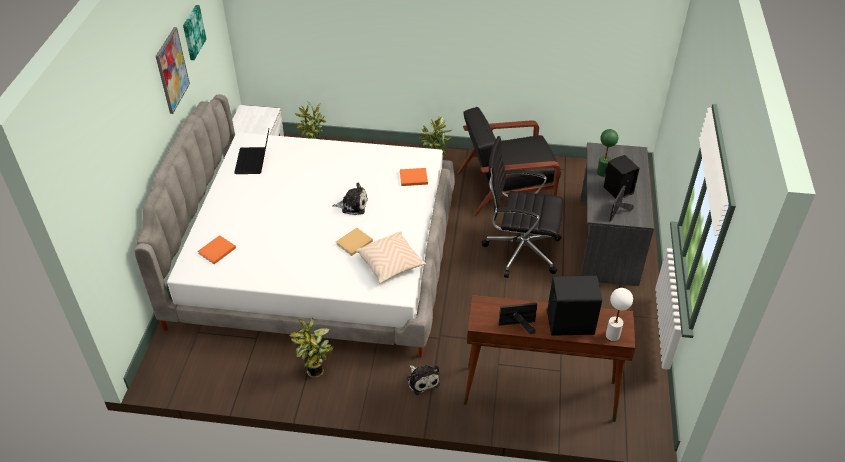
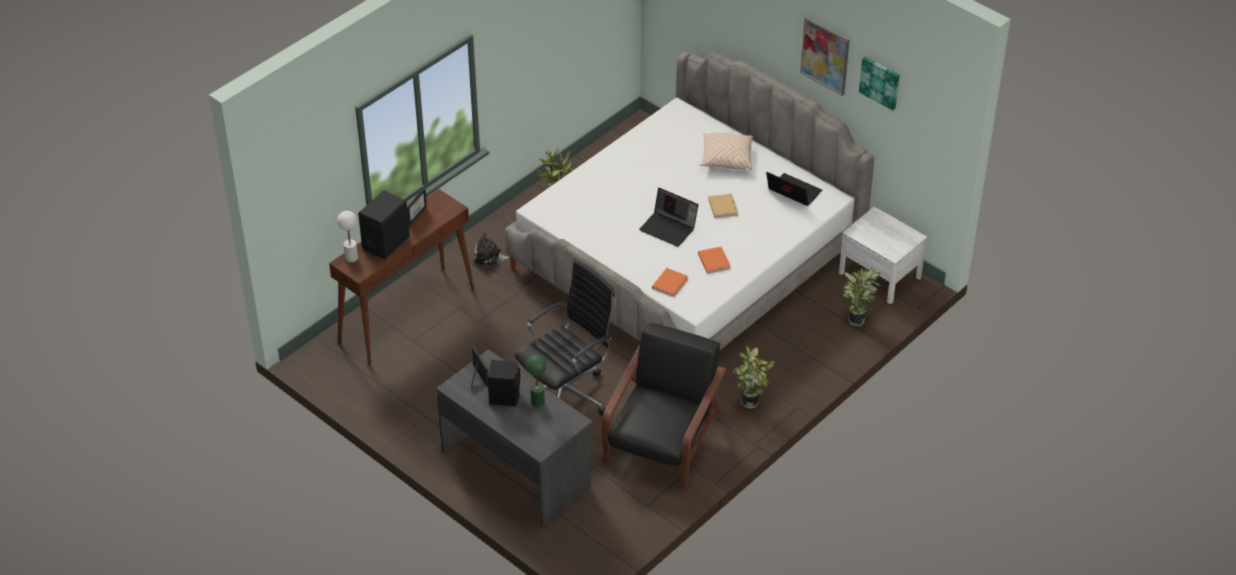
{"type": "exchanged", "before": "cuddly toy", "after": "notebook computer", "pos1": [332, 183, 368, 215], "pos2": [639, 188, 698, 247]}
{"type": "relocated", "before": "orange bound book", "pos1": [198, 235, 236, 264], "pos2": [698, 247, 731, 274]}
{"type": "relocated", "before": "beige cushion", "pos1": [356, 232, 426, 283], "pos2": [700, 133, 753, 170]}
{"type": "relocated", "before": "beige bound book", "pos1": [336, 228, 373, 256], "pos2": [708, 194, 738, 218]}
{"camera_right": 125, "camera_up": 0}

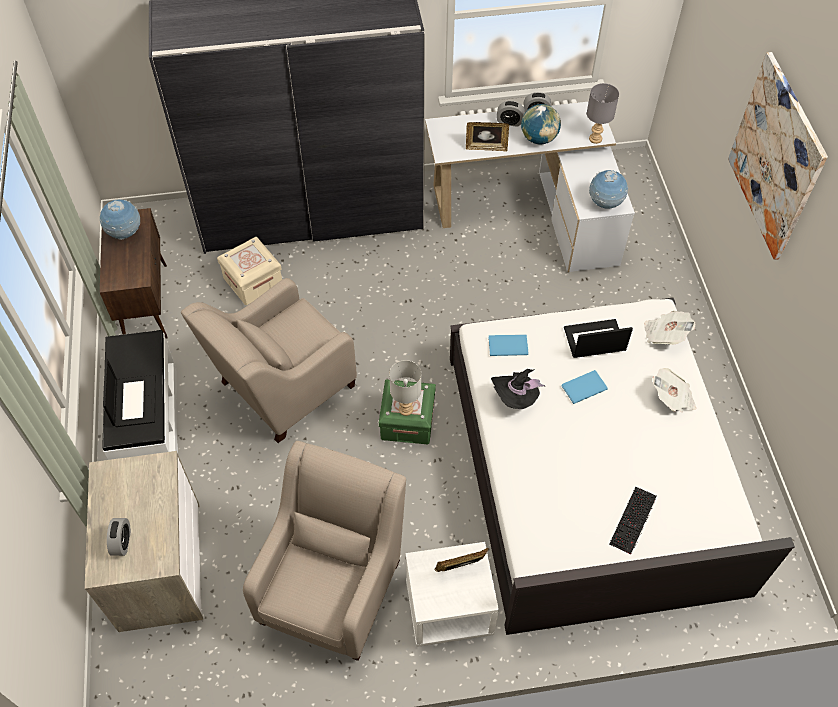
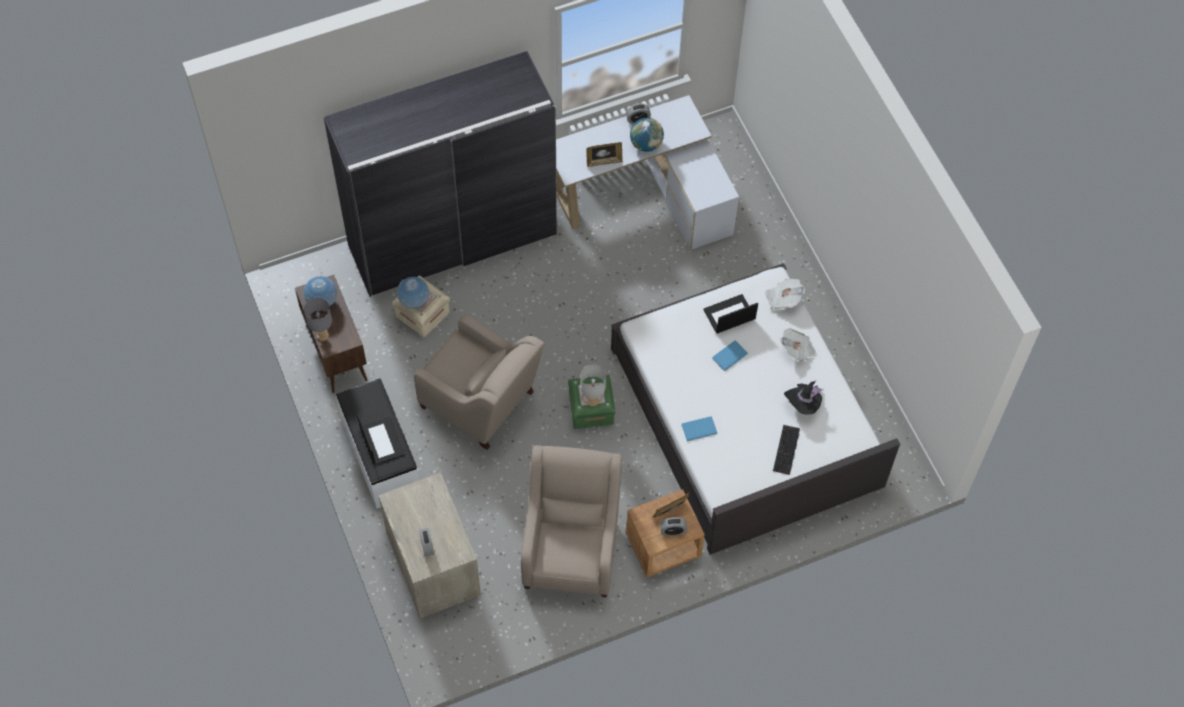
{"type": "relocated", "before": "greyish tabletop lamp", "pos1": [587, 83, 619, 144], "pos2": [304, 298, 332, 341]}
{"type": "relocated", "before": "world globe", "pos1": [589, 170, 628, 209], "pos2": [397, 277, 429, 309]}
{"type": "spun", "before": "beige lounge chair", "pos1": [181, 278, 357, 443], "pos2": [414, 315, 544, 450], "turn": -90}
{"type": "colour", "before": "white-coloured bedside table", "after": "brownish bedside table", "pos1": [405, 542, 499, 647], "pos2": [626, 489, 705, 577]}
{"type": "relocated", "before": "bedside clock", "pos1": [496, 101, 525, 127], "pos2": [660, 517, 687, 536]}
{"type": "relocated", "before": "blue bound book", "pos1": [488, 334, 529, 356], "pos2": [682, 416, 717, 441]}
{"type": "relocated", "before": "black-coloured wearable hat", "pos1": [491, 369, 546, 409], "pos2": [784, 381, 823, 414]}
{"type": "missing", "before": "picture", "pos1": [728, 52, 828, 260]}
{"camera_right": -15, "camera_up": 5}

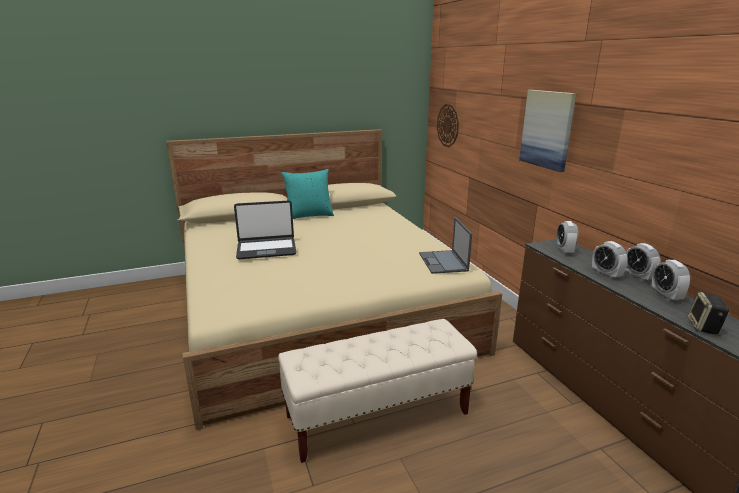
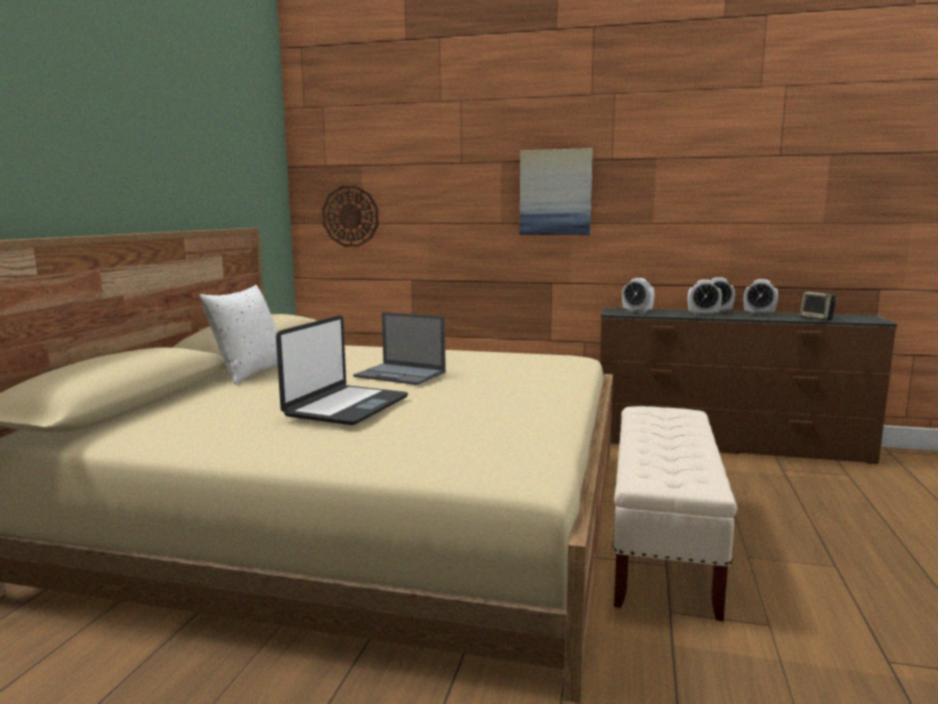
{"type": "colour", "before": "blue-green cushion", "after": "white-coloured cushion", "pos1": [281, 169, 334, 219], "pos2": [200, 285, 278, 384]}
{"type": "relocated", "before": "notebook computer", "pos1": [419, 217, 472, 274], "pos2": [353, 312, 446, 385]}
{"camera_right": -55, "camera_up": -10}

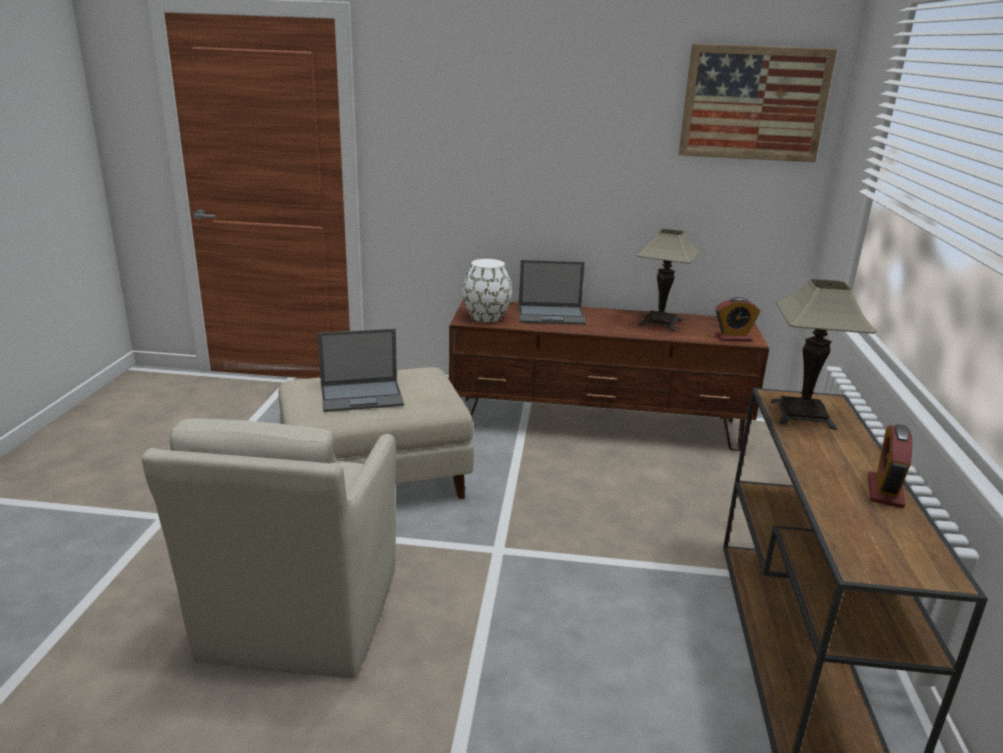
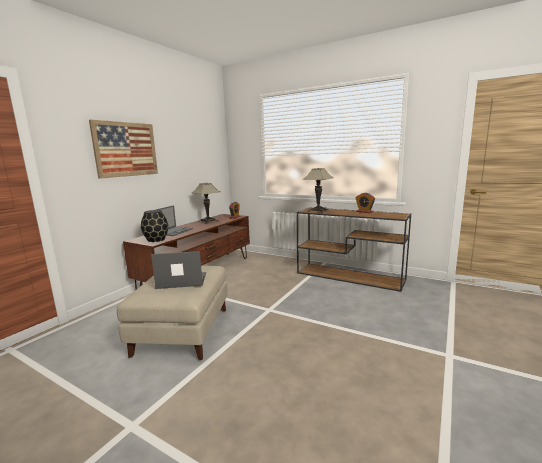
{"type": "relocated", "before": "picture", "pos1": [678, 43, 837, 162], "pos2": [89, 119, 158, 179]}
{"type": "colour", "before": "white-coloured decorative vase", "after": "black-coloured decorative vase", "pos1": [462, 259, 512, 323], "pos2": [141, 210, 168, 242]}
{"type": "spun", "before": "notebook computer", "pos1": [318, 329, 404, 412], "pos2": [151, 251, 206, 289], "turn": -105}
{"type": "missing", "before": "beige lounge chair", "pos1": [142, 418, 396, 679]}
{"camera_right": -65, "camera_up": -10}

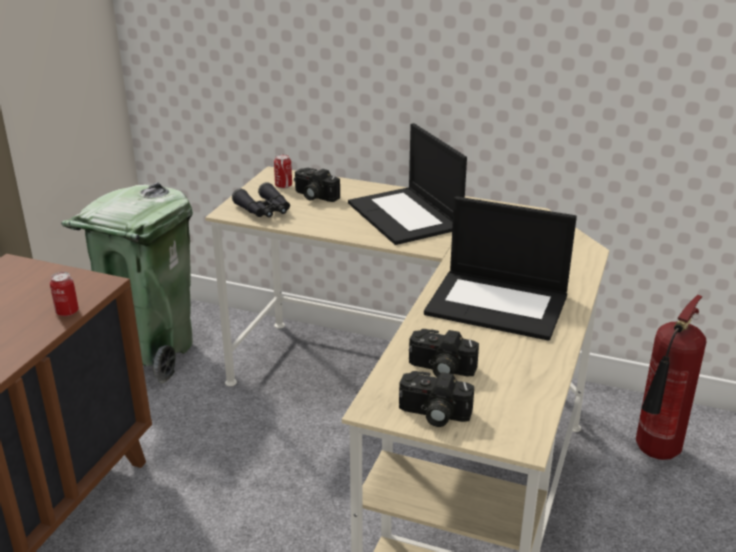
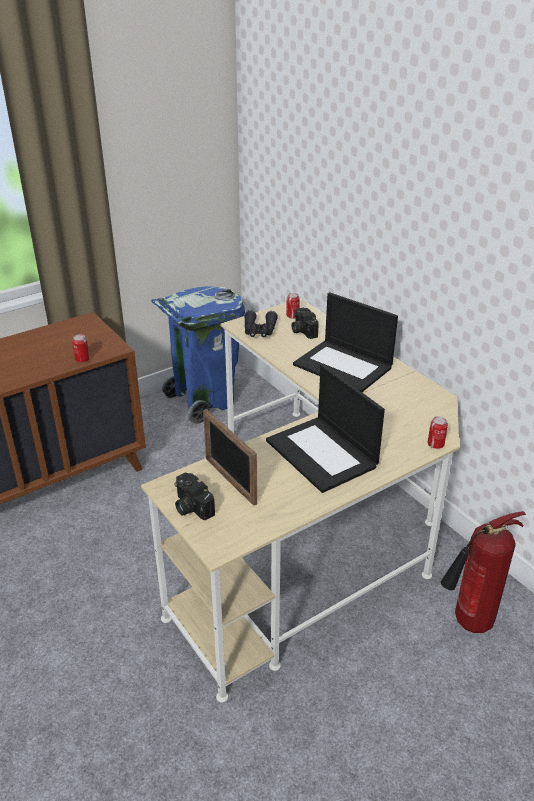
{"type": "colour", "before": "greenish rubbish bin", "after": "blue rubbish bin", "pos1": [61, 182, 193, 383], "pos2": [151, 286, 245, 425]}
{"type": "exchanged", "before": "photo camera", "after": "standing frame", "pos1": [409, 329, 479, 377], "pos2": [203, 409, 257, 506]}
{"type": "spun", "before": "notebook computer", "pos1": [348, 123, 467, 245], "pos2": [293, 292, 398, 392], "turn": -60}
{"type": "appeared", "after": "sealed can", "pos2": [428, 416, 448, 449]}
{"camera_right": 35, "camera_up": 5}

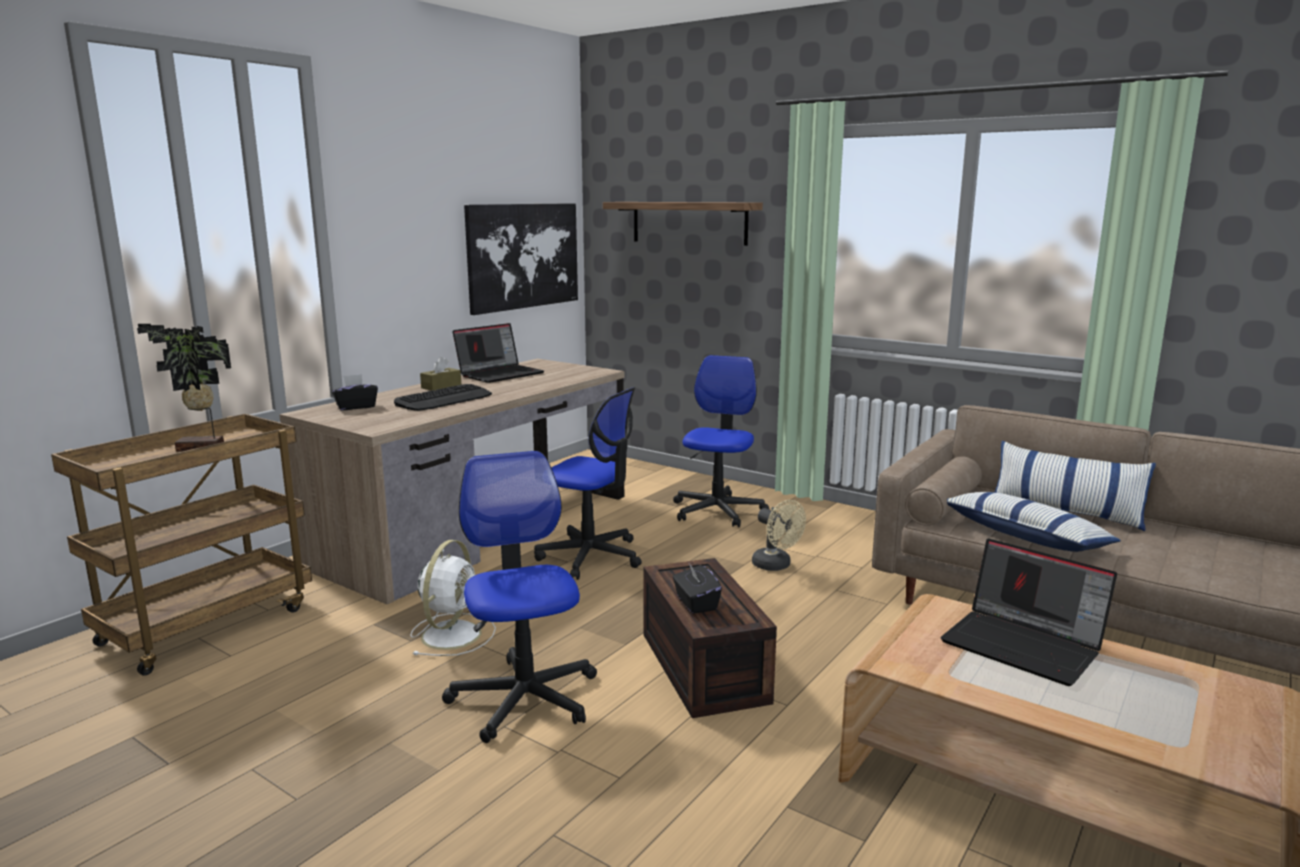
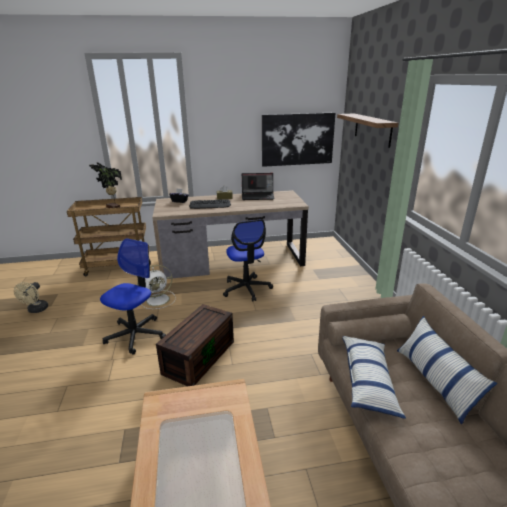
{"type": "relocated", "before": "beige electric fan", "pos1": [752, 500, 806, 571], "pos2": [14, 282, 48, 313]}
{"type": "missing", "before": "office chair", "pos1": [673, 355, 769, 527]}
{"type": "missing", "before": "black-coloured tissue holder", "pos1": [673, 564, 722, 614]}
{"type": "missing", "before": "notebook computer", "pos1": [941, 539, 1117, 686]}
{"camera_right": 45, "camera_up": 10}

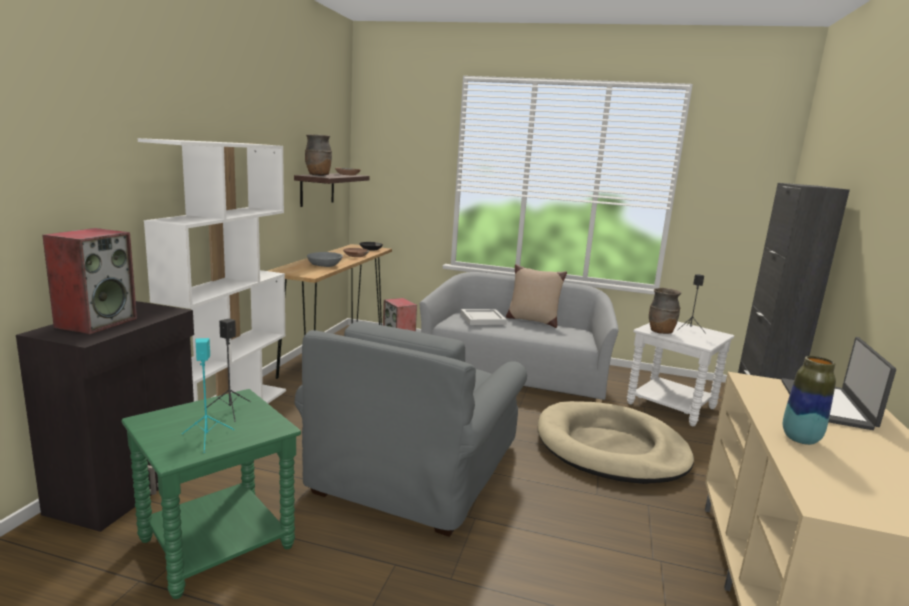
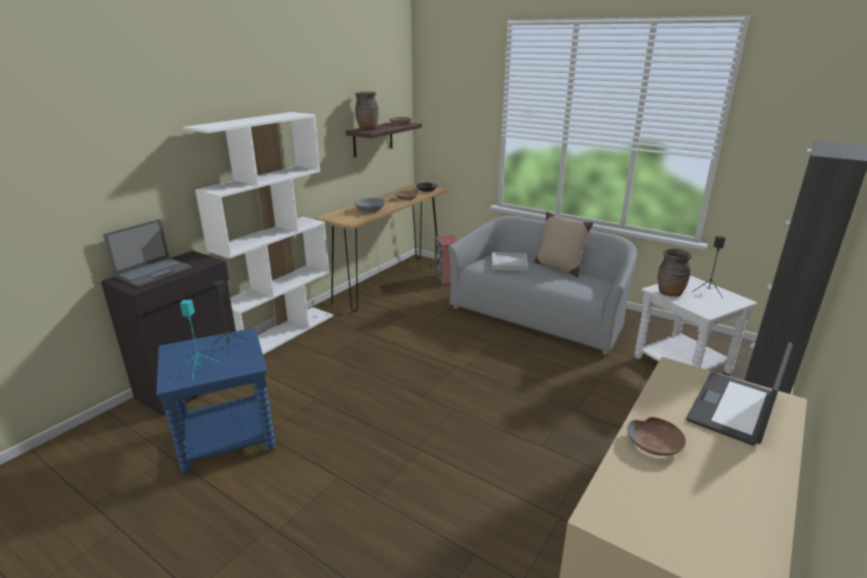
{"type": "exchanged", "before": "speaker", "after": "notebook computer", "pos1": [42, 228, 137, 334], "pos2": [103, 219, 192, 287]}
{"type": "colour", "before": "greenish accent table", "after": "blue accent table", "pos1": [121, 389, 301, 599], "pos2": [156, 328, 276, 474]}
{"type": "exchanged", "before": "decorative vase", "after": "brownish serving bowl", "pos1": [783, 356, 836, 445], "pos2": [627, 417, 686, 456]}
{"type": "missing", "before": "greyish lounge chair", "pos1": [294, 322, 527, 537]}
{"type": "missing", "before": "beige dog bed", "pos1": [538, 401, 694, 484]}
{"camera_right": 20, "camera_up": 10}

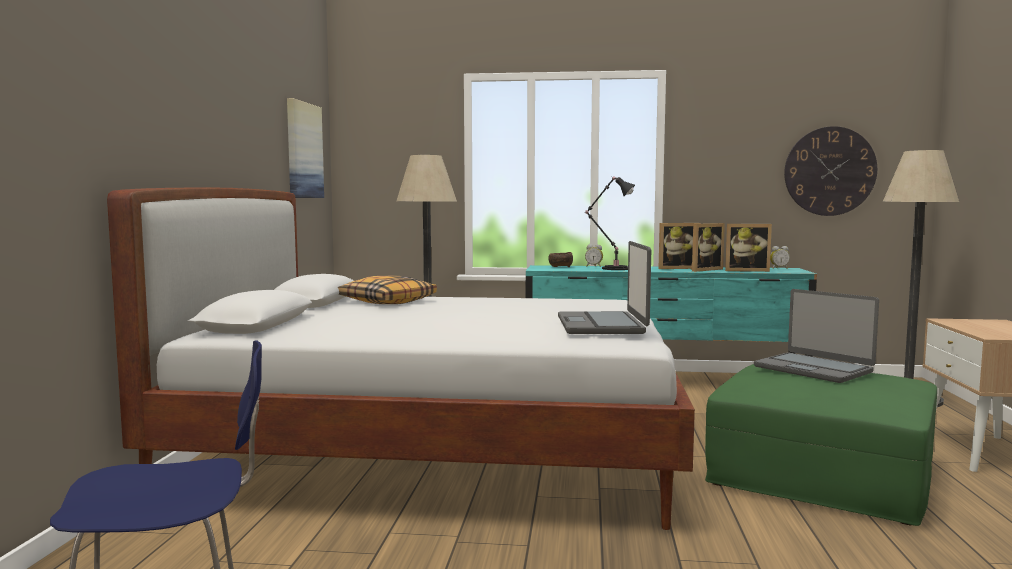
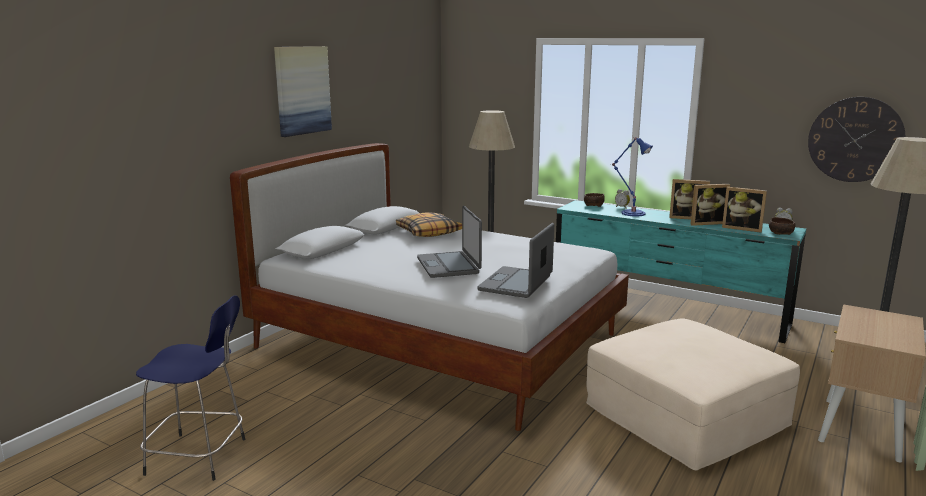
{"type": "relocated", "before": "picture", "pos1": [287, 98, 324, 198], "pos2": [274, 46, 332, 137]}
{"type": "relocated", "before": "notebook computer", "pos1": [754, 289, 879, 383], "pos2": [417, 206, 482, 278]}
{"type": "colour", "before": "greenish footrest", "after": "beige footrest", "pos1": [705, 364, 937, 526], "pos2": [586, 318, 800, 470]}
{"type": "colour", "before": "black-coloured tabletop lamp", "after": "blue tabletop lamp", "pos1": [585, 176, 635, 270], "pos2": [611, 137, 653, 217]}
{"type": "appeared", "after": "brownish serving bowl", "pos2": [769, 217, 796, 235]}
{"camera_right": 25, "camera_up": 10}

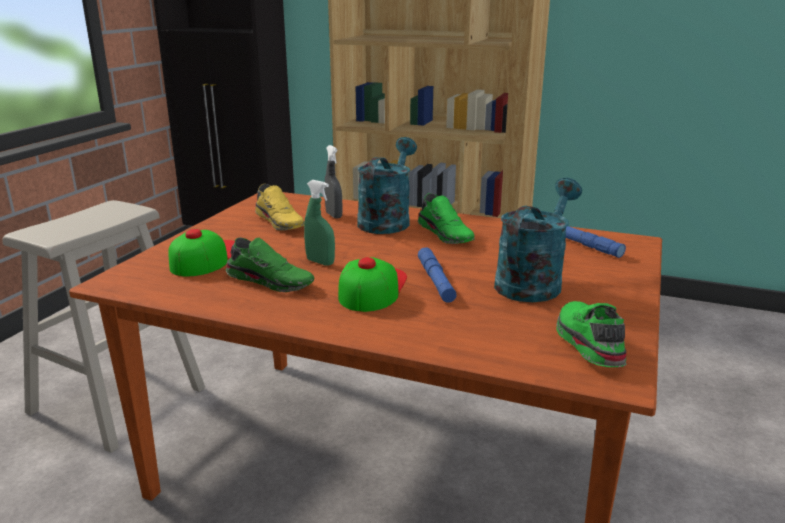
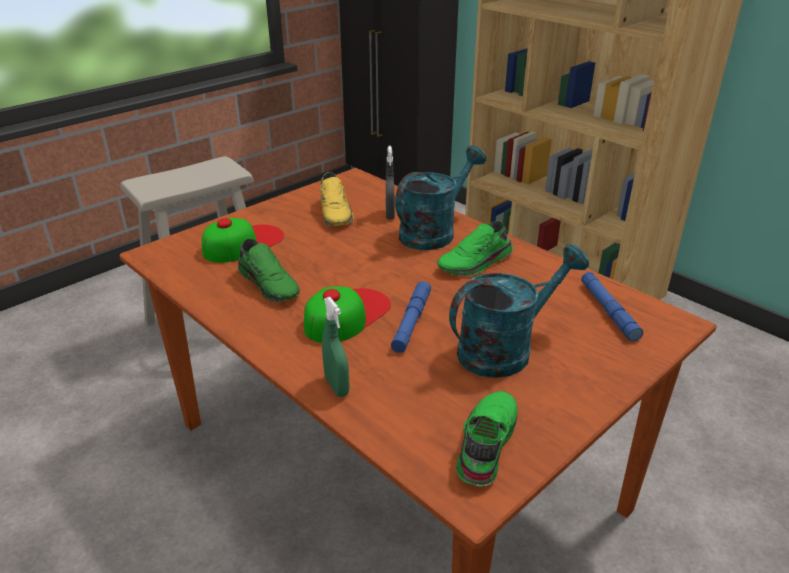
{"type": "relocated", "before": "greenish spray bottle", "pos1": [304, 180, 335, 266], "pos2": [322, 297, 350, 397]}
{"type": "spun", "before": "greenish shoe", "pos1": [418, 193, 475, 244], "pos2": [437, 221, 513, 276], "turn": 60}
{"camera_right": 25, "camera_up": 10}

